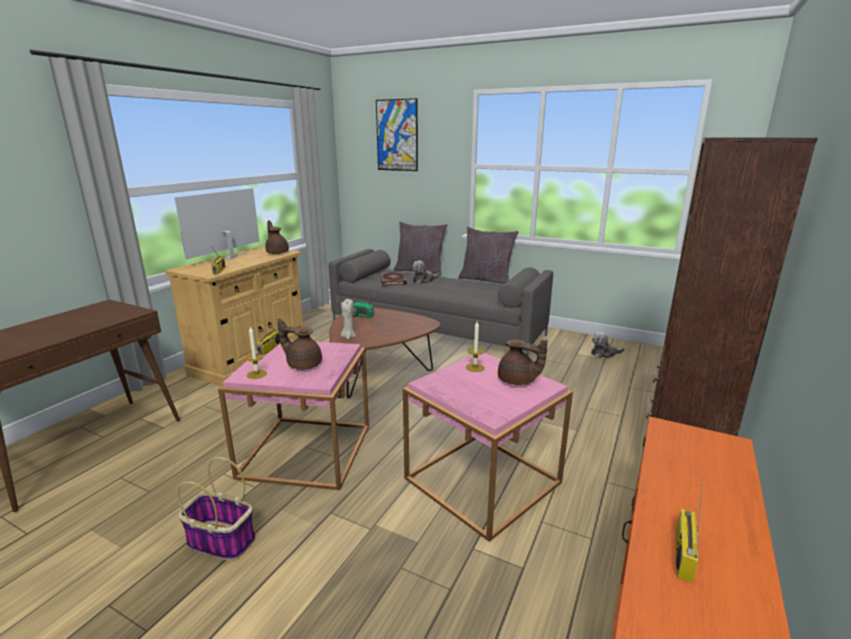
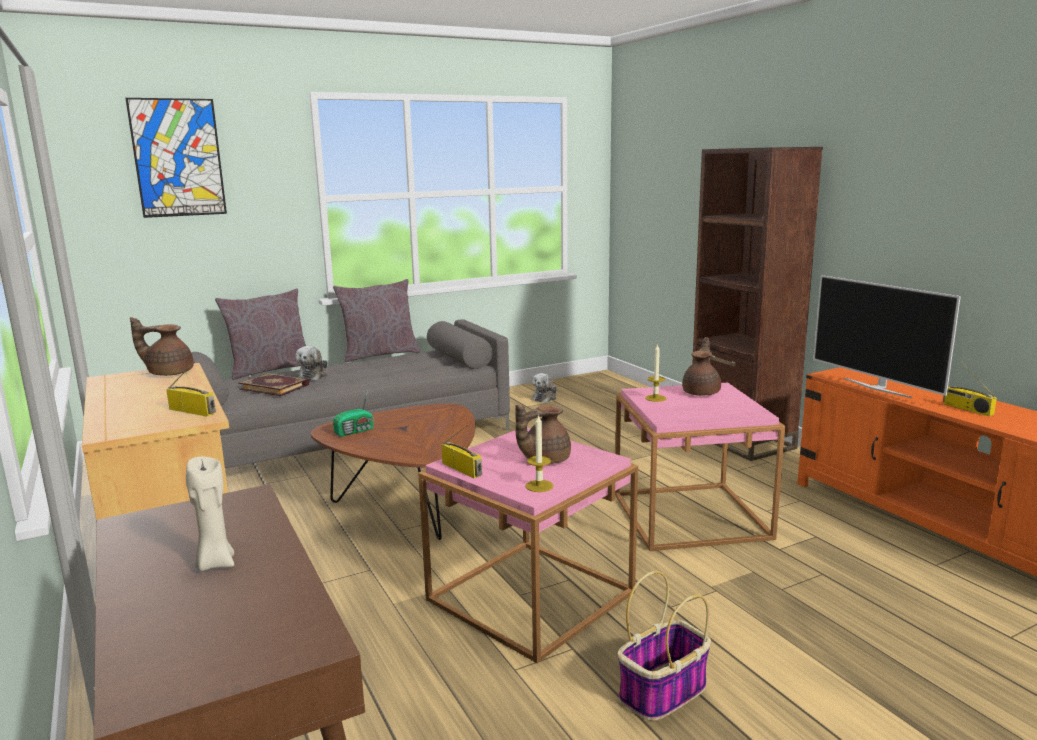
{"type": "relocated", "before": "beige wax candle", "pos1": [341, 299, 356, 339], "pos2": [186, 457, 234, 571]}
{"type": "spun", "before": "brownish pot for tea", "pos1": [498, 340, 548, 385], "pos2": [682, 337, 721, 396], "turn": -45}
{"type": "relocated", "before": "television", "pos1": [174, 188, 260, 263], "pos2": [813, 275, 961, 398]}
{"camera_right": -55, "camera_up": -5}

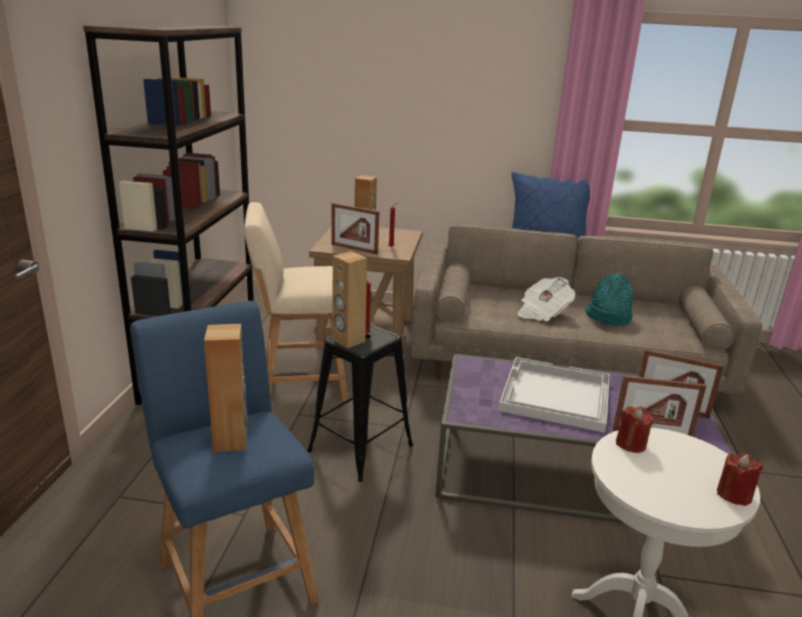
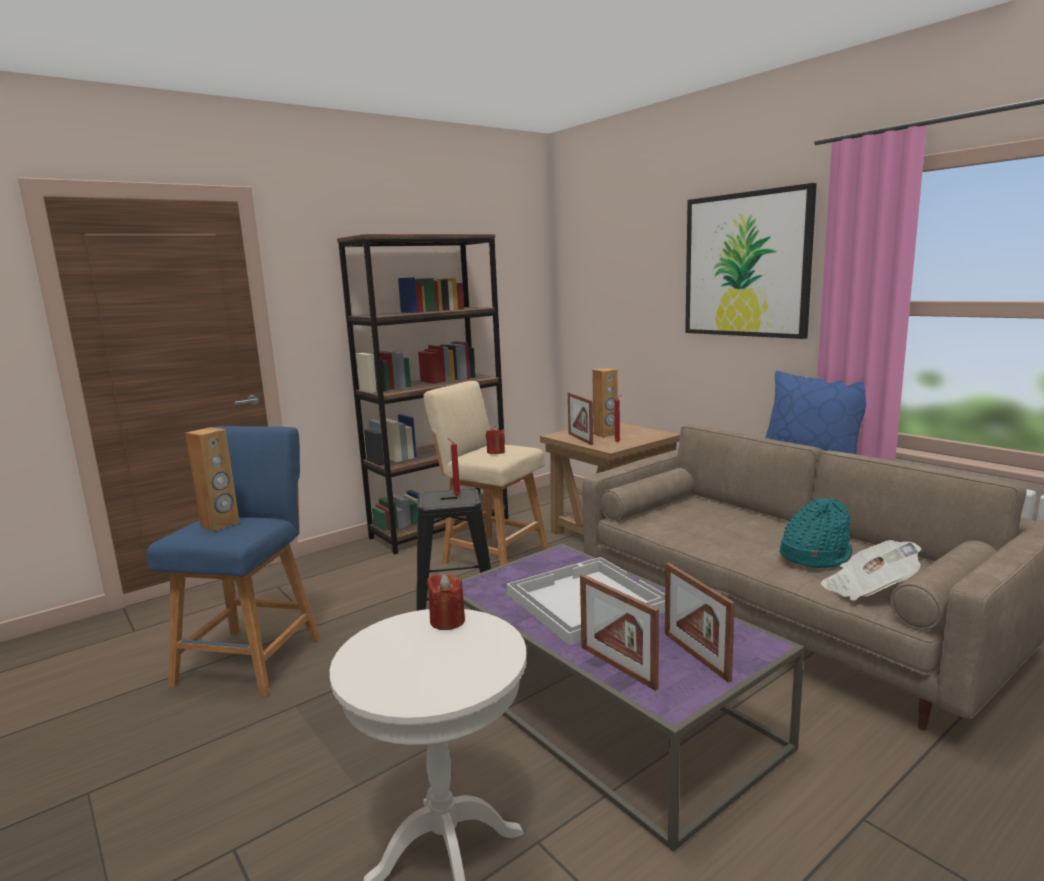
{"type": "relocated", "before": "red-coloured wax candle", "pos1": [717, 454, 763, 506], "pos2": [486, 426, 505, 454]}
{"type": "appeared", "after": "picture", "pos2": [685, 183, 817, 339]}
{"type": "relocated", "before": "newspaper", "pos1": [517, 277, 575, 321], "pos2": [821, 540, 922, 600]}
{"type": "missing", "before": "brownish speaker", "pos1": [332, 251, 367, 348]}
{"camera_right": 45, "camera_up": -10}

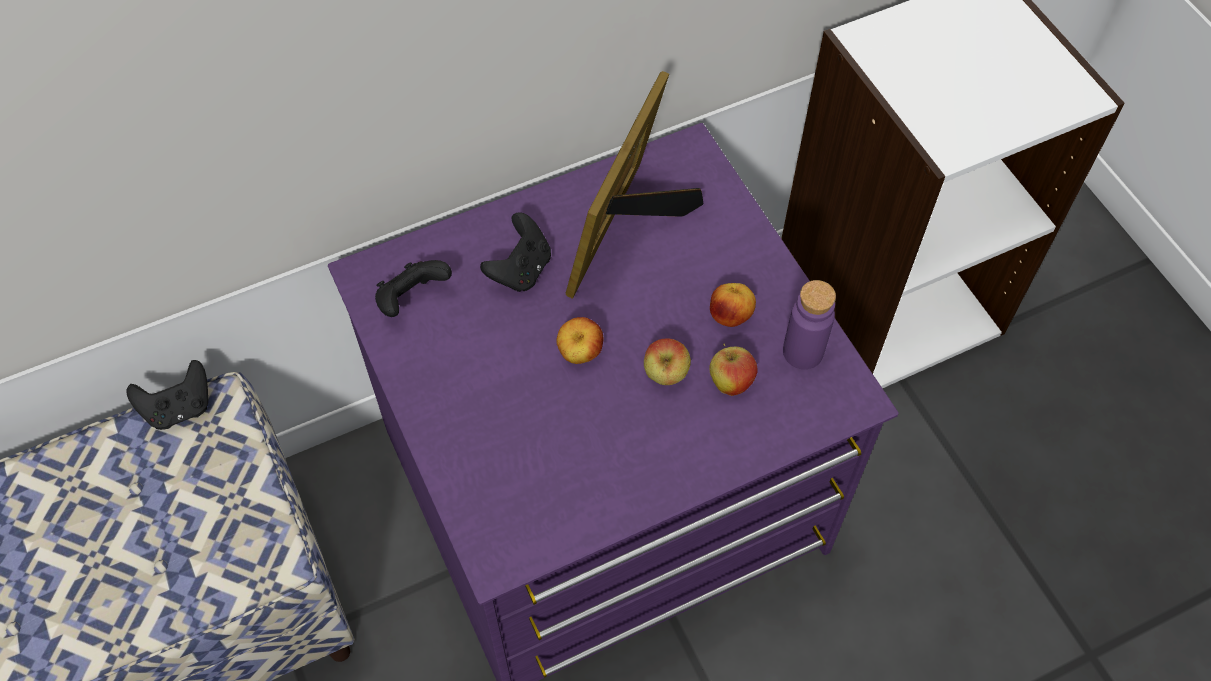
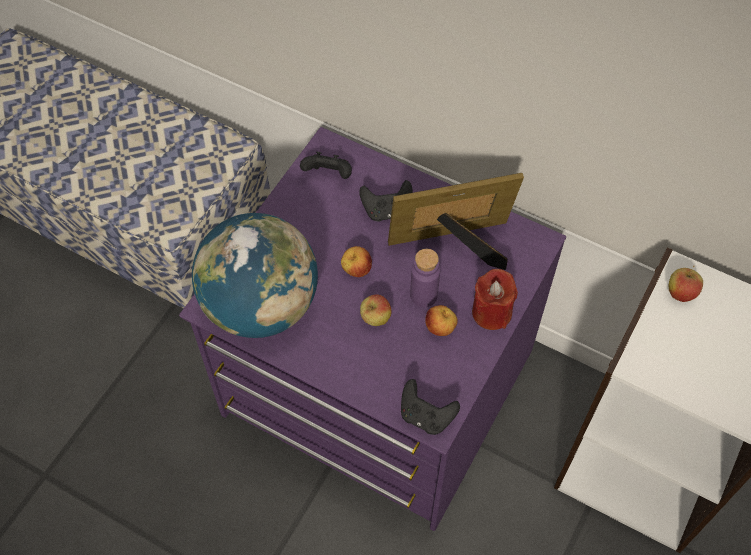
{"type": "appeared", "after": "world globe", "pos2": [192, 213, 318, 338]}
{"type": "relocated", "before": "black-coloured joypad", "pos1": [126, 360, 208, 430], "pos2": [401, 379, 460, 435]}
{"type": "relocated", "before": "purple-coloured bottle", "pos1": [783, 280, 836, 369], "pos2": [410, 249, 440, 307]}
{"type": "appeared", "after": "red-coloured wax candle", "pos2": [472, 269, 518, 330]}
{"type": "relocated", "before": "apple fruit", "pos1": [709, 344, 757, 396], "pos2": [669, 266, 703, 302]}
{"camera_right": 55, "camera_up": 0}

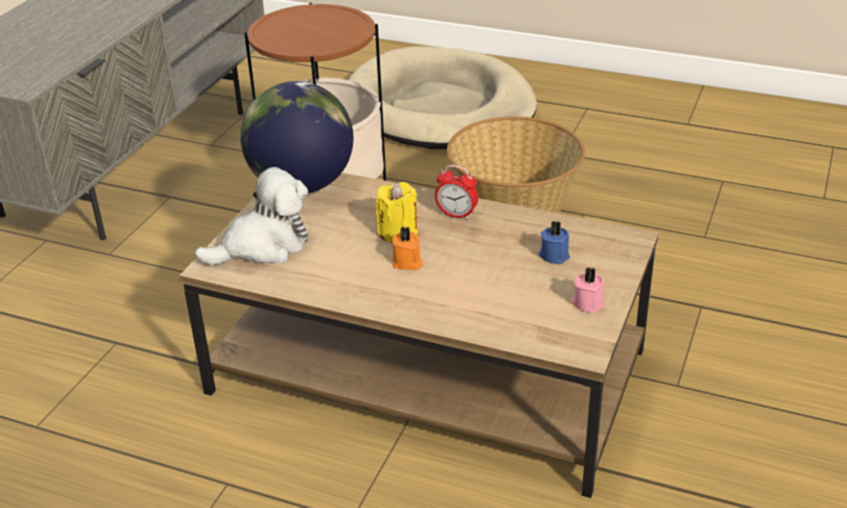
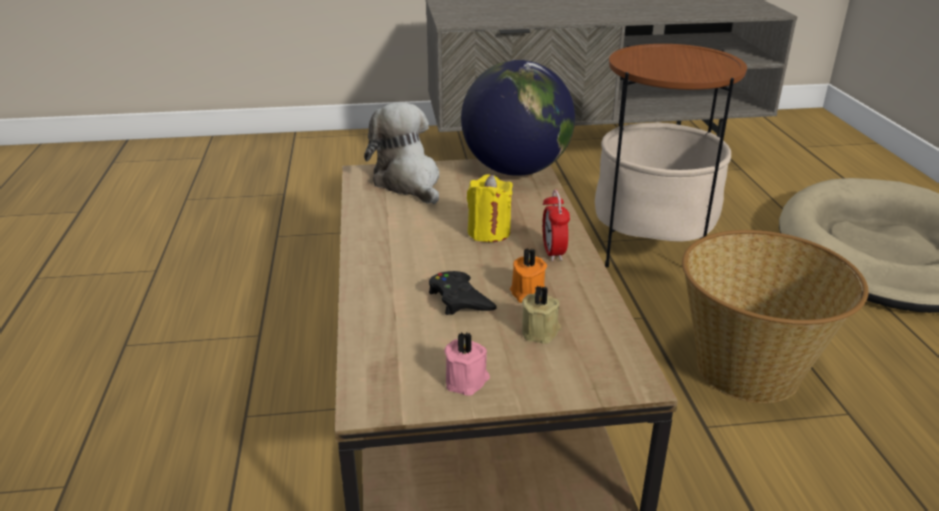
{"type": "spun", "before": "cuddly toy", "pos1": [195, 167, 308, 265], "pos2": [364, 102, 439, 204], "turn": -150}
{"type": "appeared", "after": "black-coloured joypad", "pos2": [429, 271, 497, 315]}
{"type": "relocated", "before": "orange wax candle", "pos1": [392, 226, 423, 270], "pos2": [510, 248, 547, 303]}
{"type": "colour", "before": "blue wax candle", "after": "beige wax candle", "pos1": [539, 221, 570, 264], "pos2": [522, 286, 561, 344]}
{"camera_right": 60, "camera_up": -5}

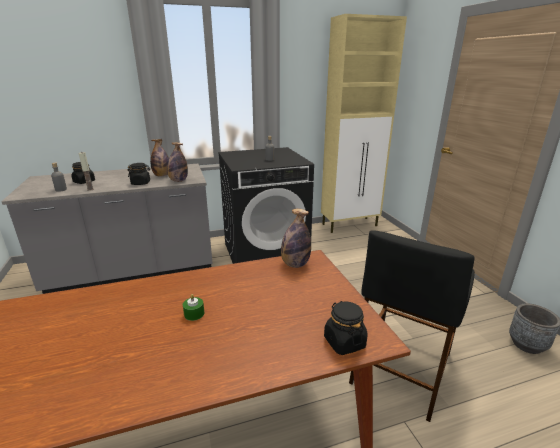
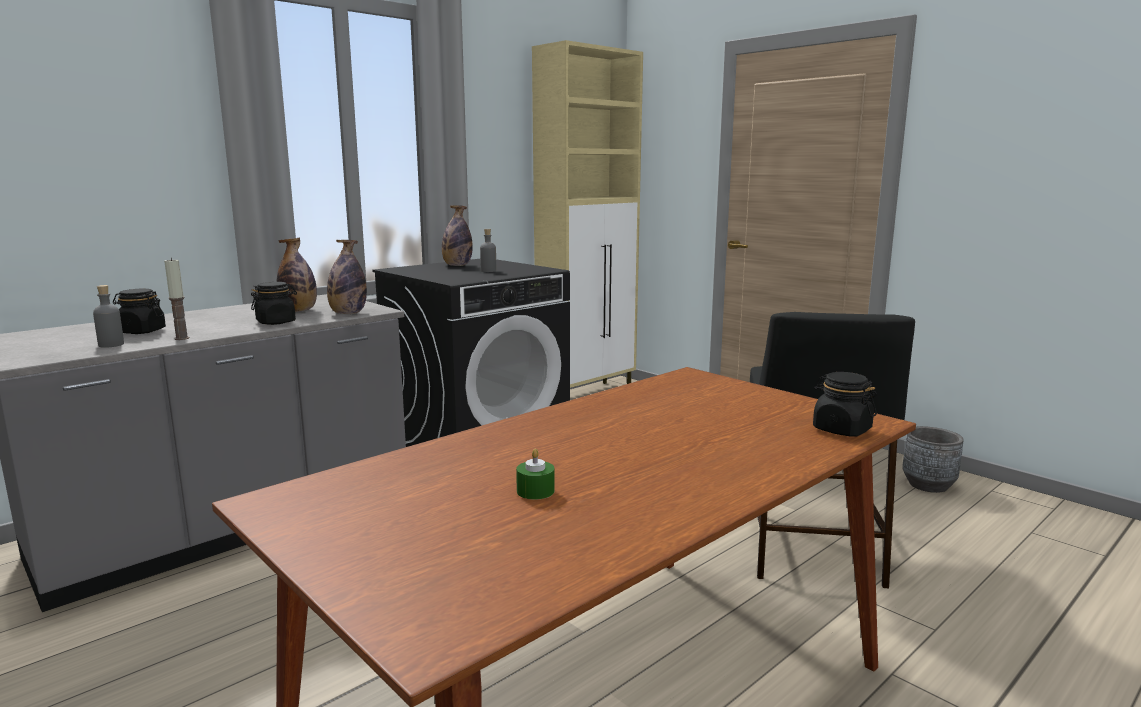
{"type": "relocated", "before": "bottle", "pos1": [281, 209, 311, 268], "pos2": [442, 205, 473, 266]}
{"type": "relocated", "before": "greenish wax candle", "pos1": [183, 294, 204, 321], "pos2": [516, 449, 555, 500]}
{"camera_right": -25, "camera_up": -10}

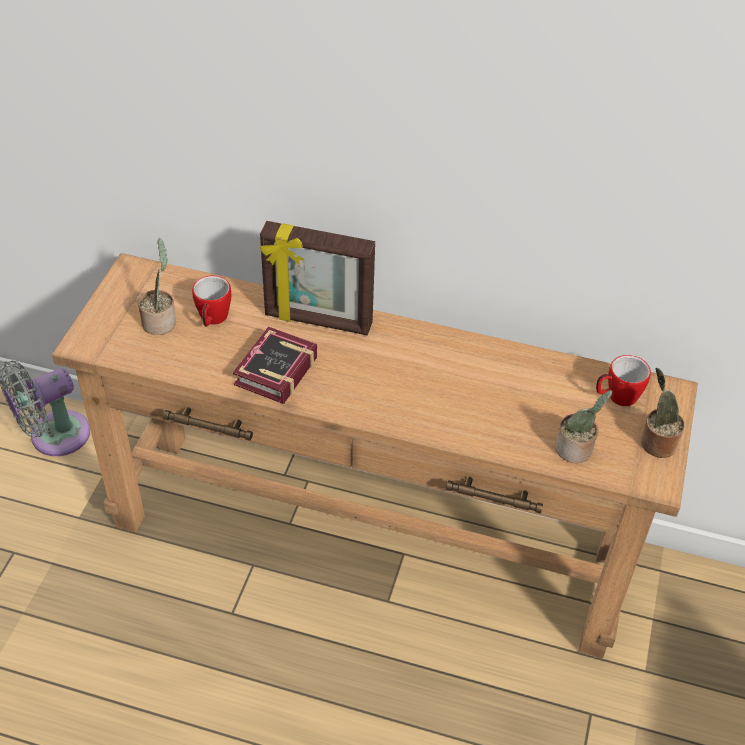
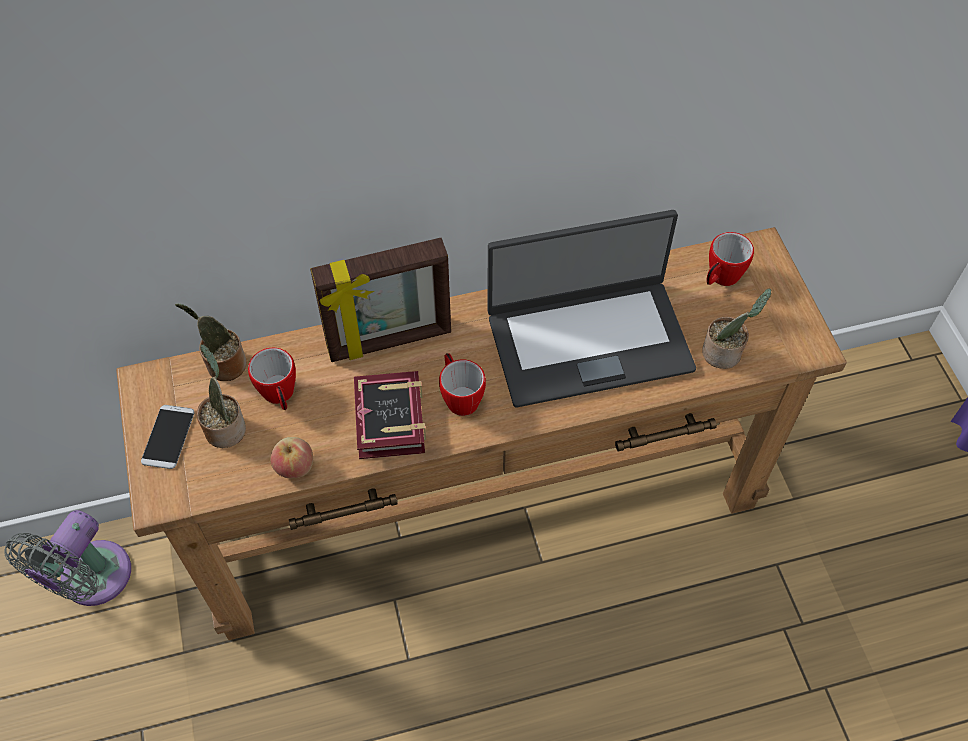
{"type": "appeared", "after": "telephone", "pos2": [141, 405, 195, 469]}
{"type": "relocated", "before": "potted plant", "pos1": [641, 368, 685, 458], "pos2": [175, 303, 247, 381]}
{"type": "appeared", "after": "apple fruit", "pos2": [270, 437, 313, 478]}
{"type": "appeared", "after": "mug", "pos2": [439, 353, 486, 416]}
{"type": "appeared", "after": "notebook computer", "pos2": [487, 210, 696, 407]}
{"camera_right": -30, "camera_up": 10}

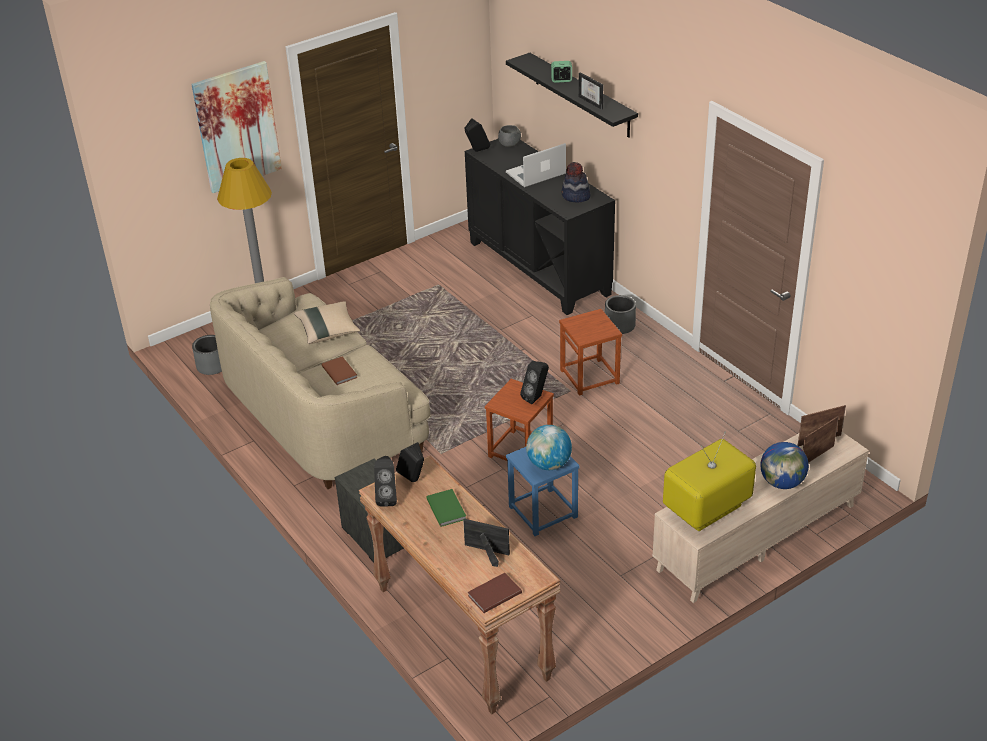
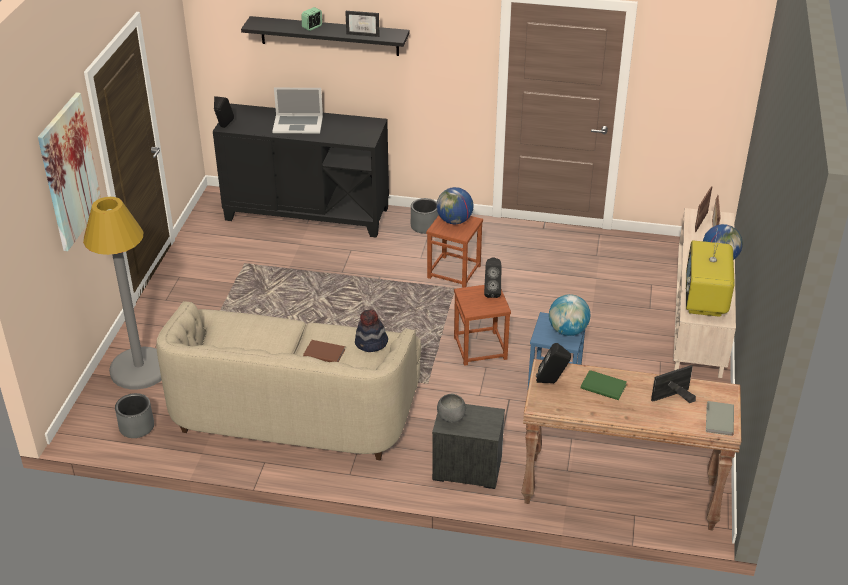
{"type": "spun", "before": "notebook computer", "pos1": [506, 143, 566, 187], "pos2": [272, 88, 323, 134], "turn": -105}
{"type": "relocated", "before": "wearable hat", "pos1": [561, 162, 590, 203], "pos2": [355, 309, 388, 352]}
{"type": "appeared", "after": "world globe", "pos2": [437, 187, 473, 224]}
{"type": "relocated", "before": "greyish serving bowl", "pos1": [498, 125, 521, 147], "pos2": [437, 394, 466, 423]}
{"type": "colour", "before": "brownish bound book", "after": "greyish bound book", "pos1": [468, 573, 522, 613], "pos2": [706, 401, 734, 436]}
{"type": "missing", "before": "beige cushion", "pos1": [294, 301, 360, 344]}
{"type": "missing", "before": "black-coloured speaker", "pos1": [374, 456, 397, 507]}
{"camera_right": -45, "camera_up": 0}

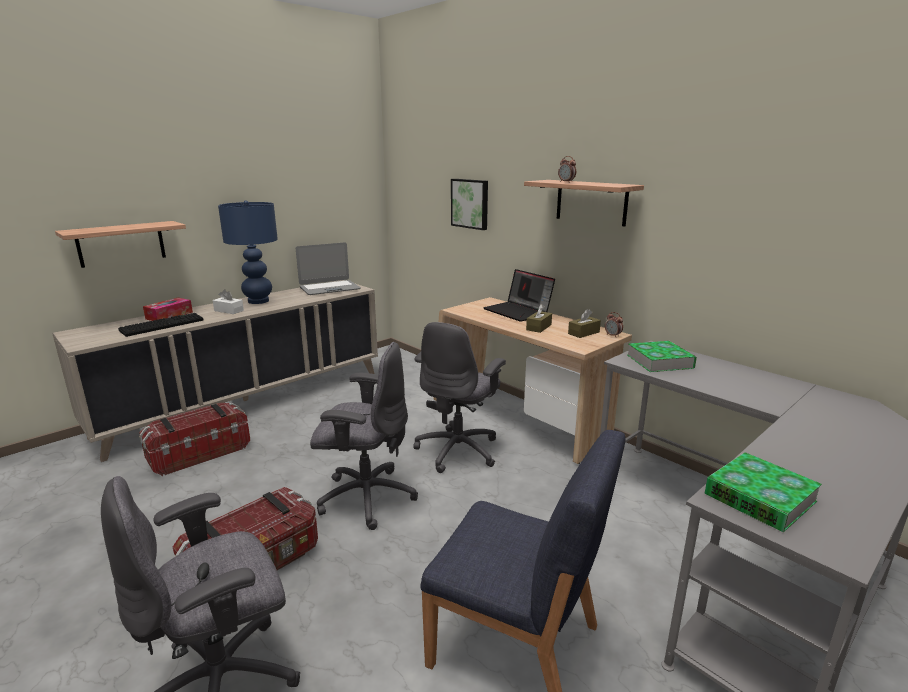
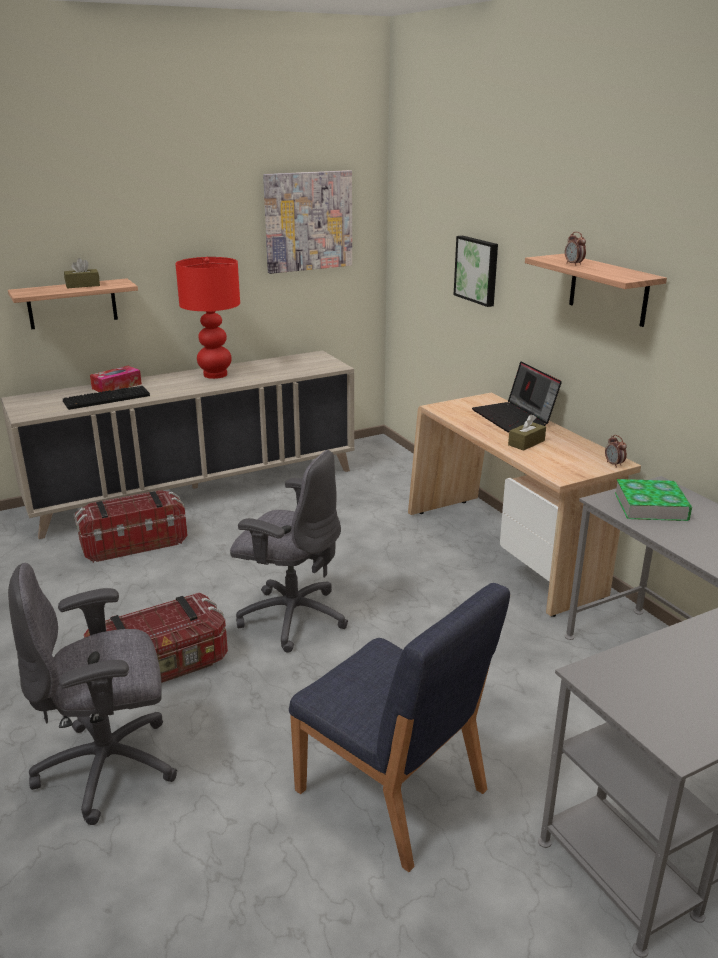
{"type": "relocated", "before": "brownish tissue holder", "pos1": [568, 309, 601, 338], "pos2": [64, 258, 100, 288]}
{"type": "colour", "before": "blue tabletop lamp", "after": "red-coloured tabletop lamp", "pos1": [218, 200, 278, 304], "pos2": [175, 257, 240, 379]}
{"type": "appeared", "after": "picture", "pos2": [263, 170, 352, 274]}
{"type": "missing", "before": "white-coloured tissue holder", "pos1": [213, 289, 244, 314]}
{"type": "missing", "before": "notebook computer", "pos1": [296, 242, 361, 295]}
{"type": "missing", "before": "greyish office chair", "pos1": [413, 322, 506, 473]}
{"type": "missing", "before": "bound book", "pos1": [705, 452, 822, 533]}
{"camera_right": 15, "camera_up": 5}

